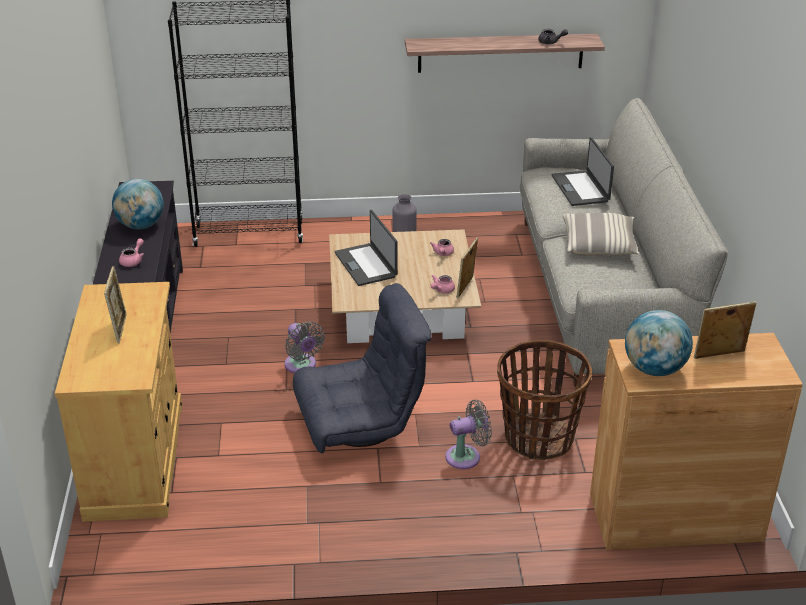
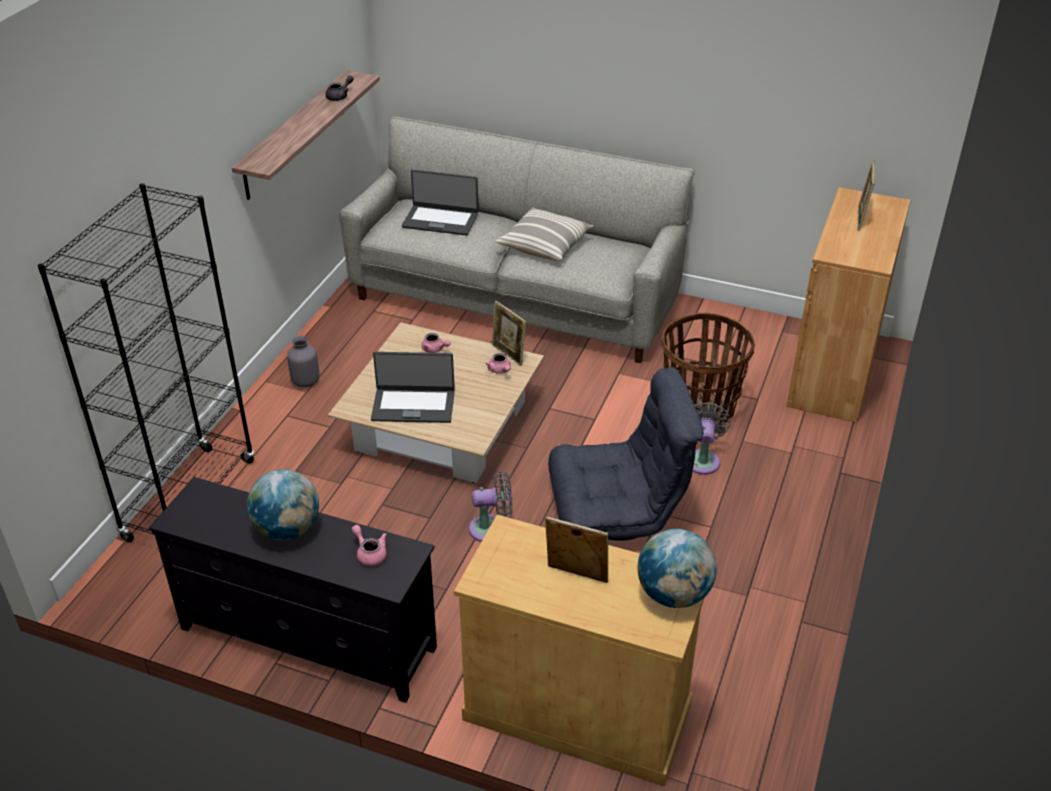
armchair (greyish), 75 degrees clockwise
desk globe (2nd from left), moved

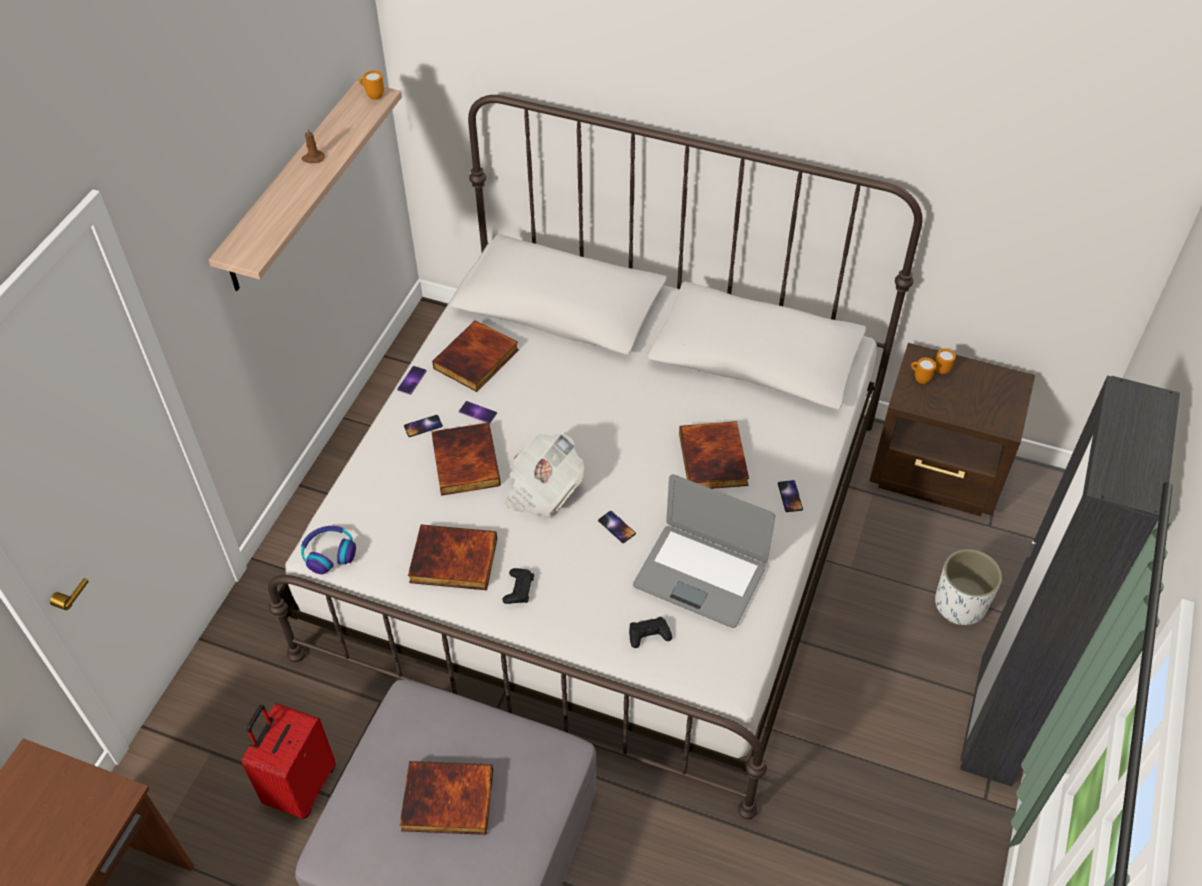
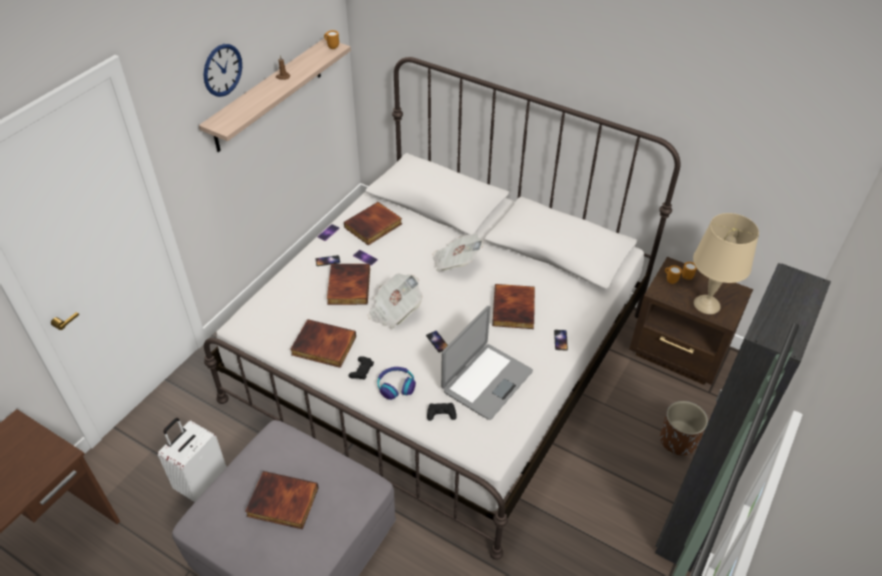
travel case (red) => travel case (white)
pair of headphones, moved
notebook computer, 90 degrees counterclockwise
plant pot (white) => plant pot (brown-coloured)
nothing => wall clock
nothing => newspaper (2nd from left)
nothing => table lamp (beige-coloured)

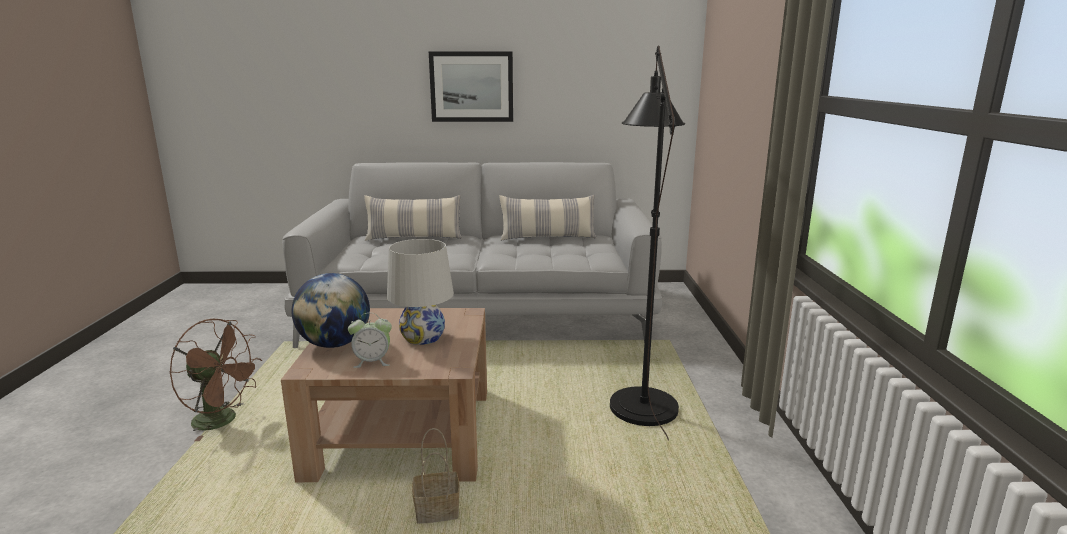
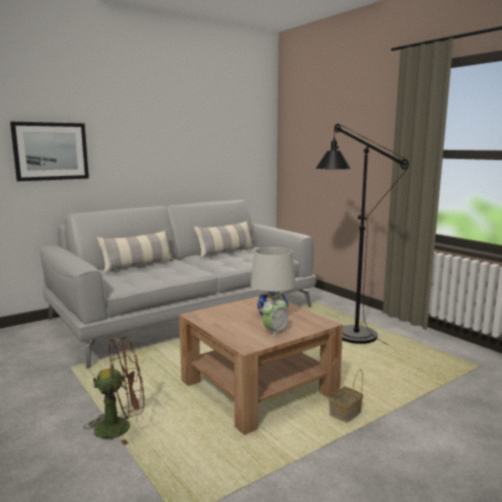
desk globe => nothing
wall art, moved

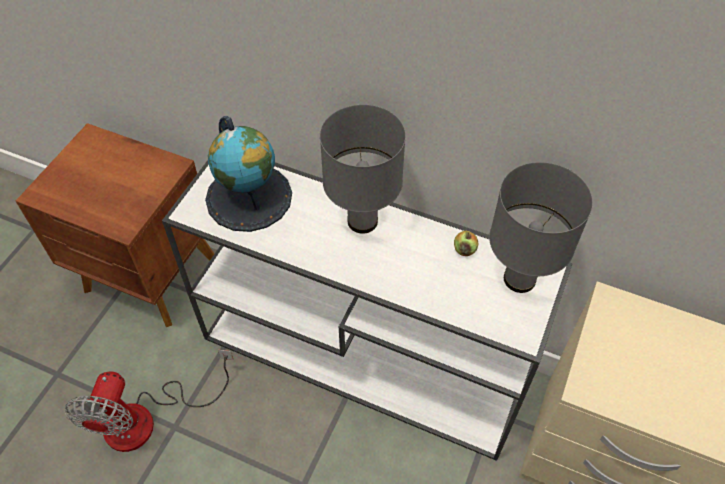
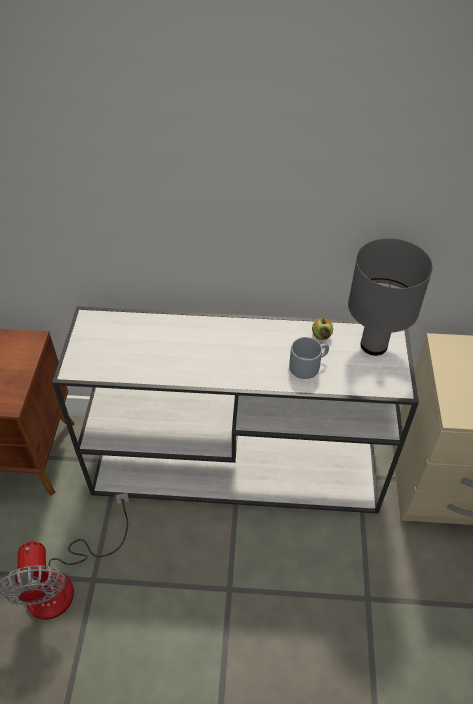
desk globe => nothing
table lamp (greyish) (1st from left) => nothing
nothing => coffee mug (greyish)

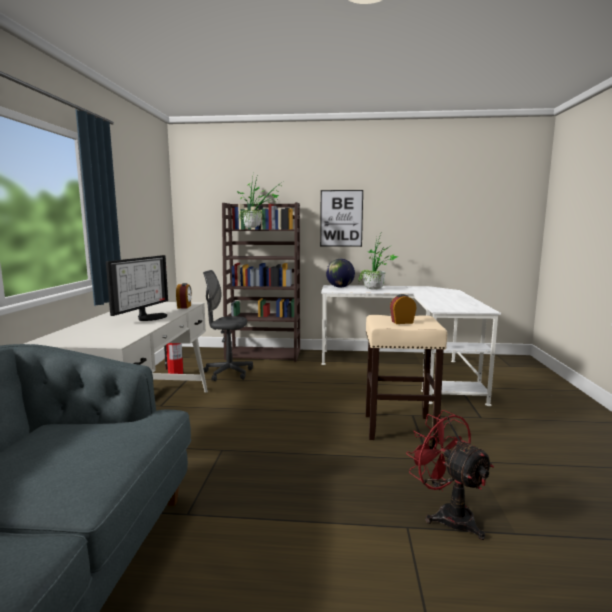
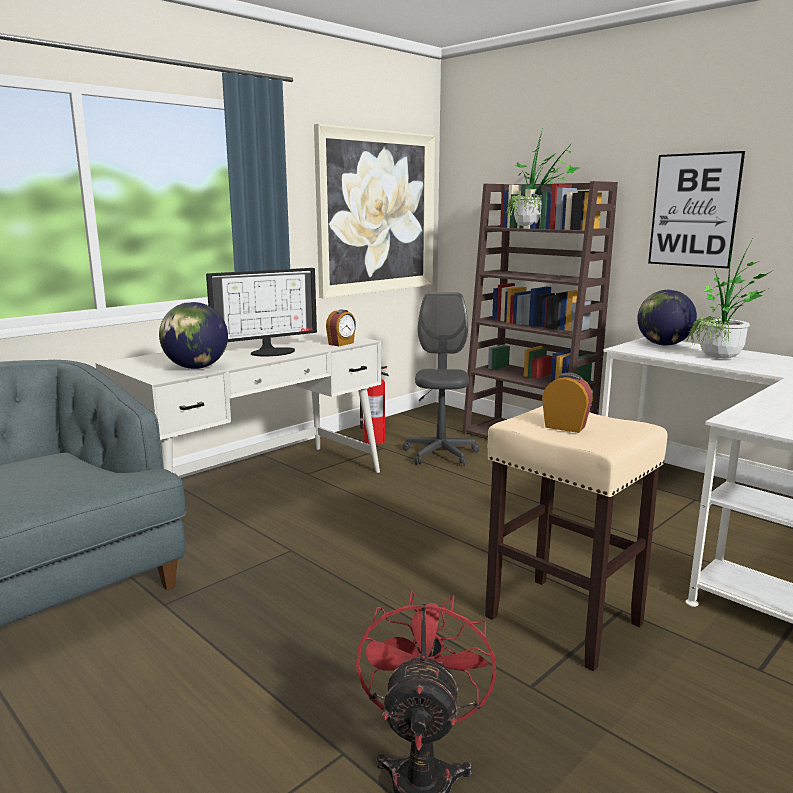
computer chair (greyish), 45 degrees clockwise
nothing => desk globe (1st from left)
nothing => wall art (1st from left)

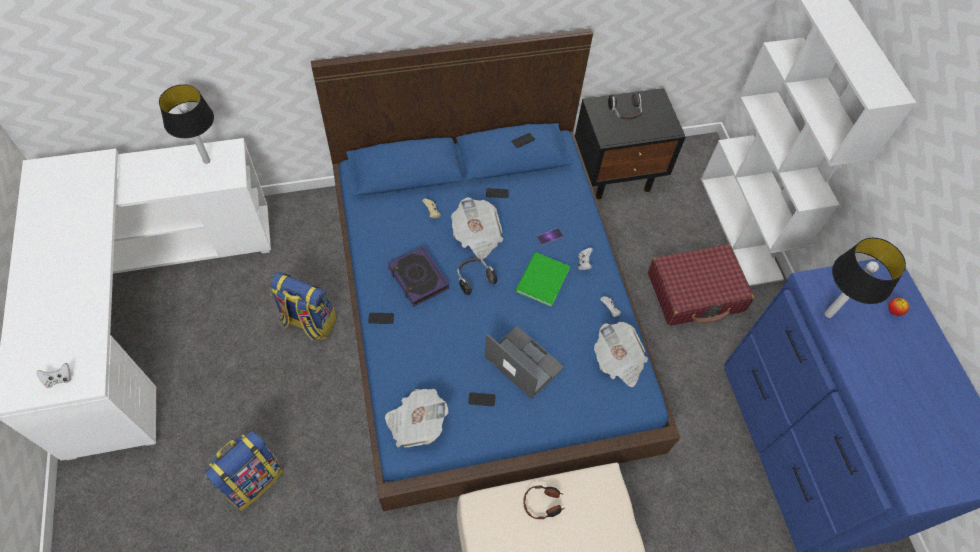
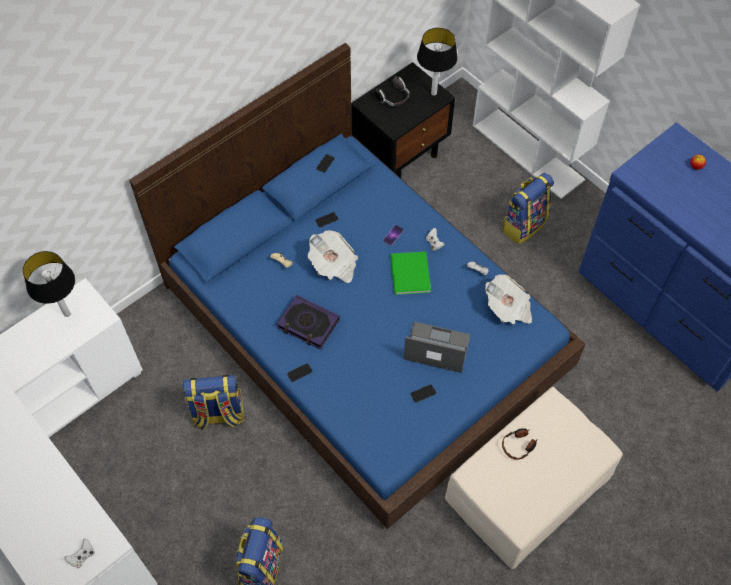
newspaper (1st from left) => nothing
pair of headphones (1st from left) => nothing
travel case (red) => rucksack (3rd from left)
table lamp (2nd from left), moved

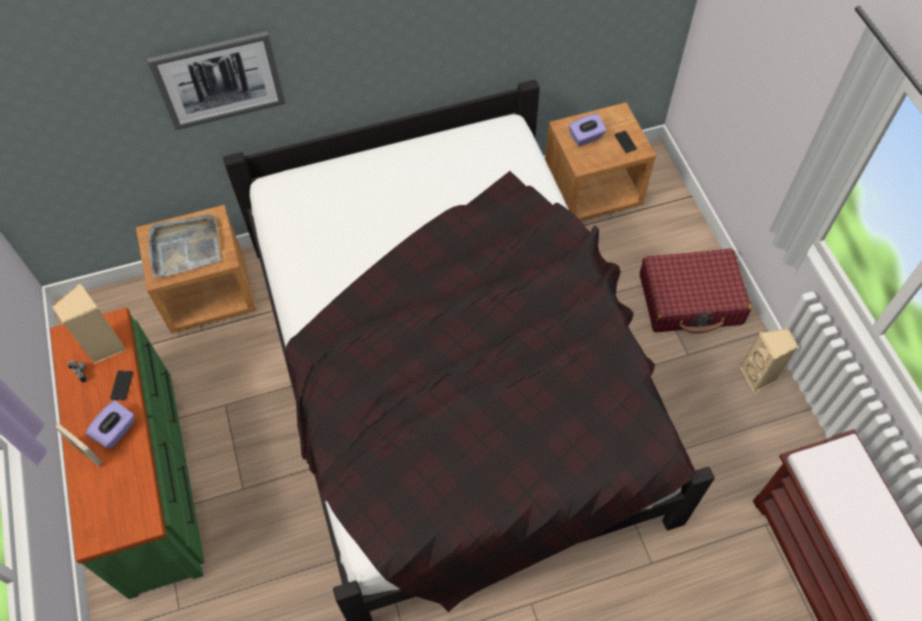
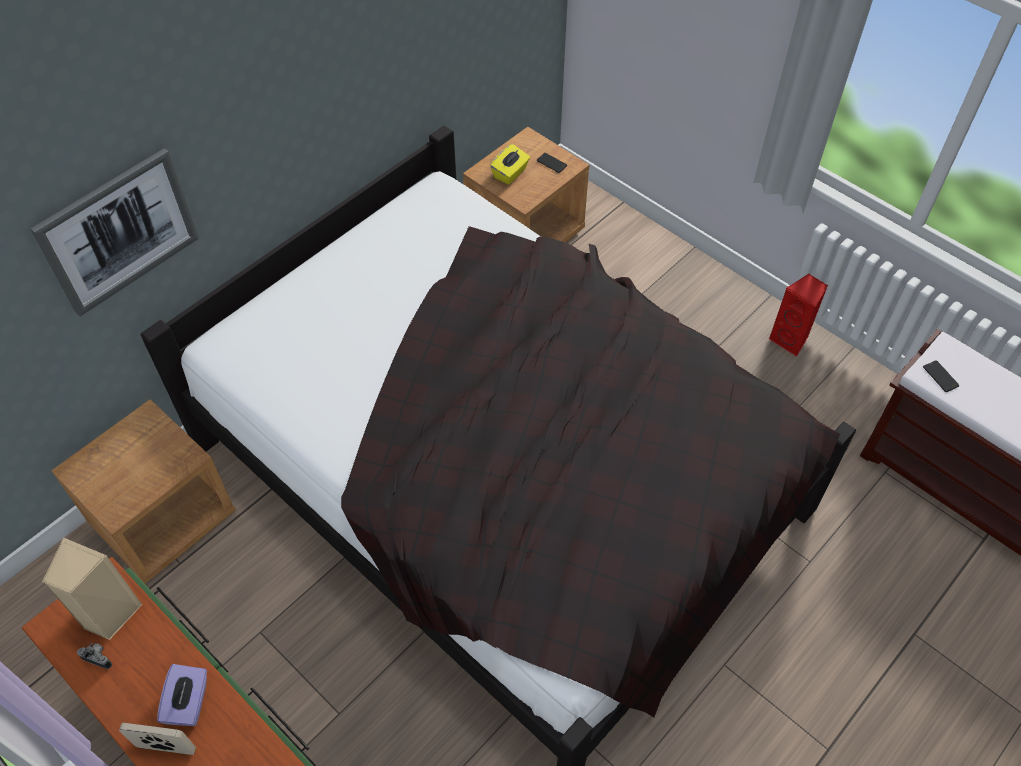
phone (1st from left in the first image) => phone (2nd from left), moved
serving tray (greyish) => nothing
tissue box (purplish) (2nd from left) => tissue box (yellow)
travel case (red) => nothing
loudspeaker (beige-coloured) (2nd from left) => loudspeaker (red)

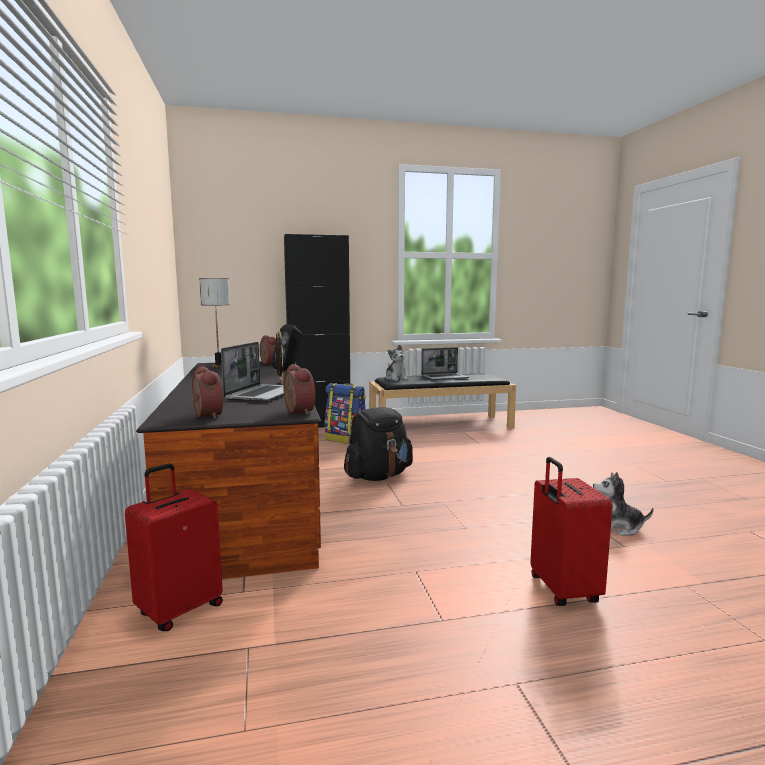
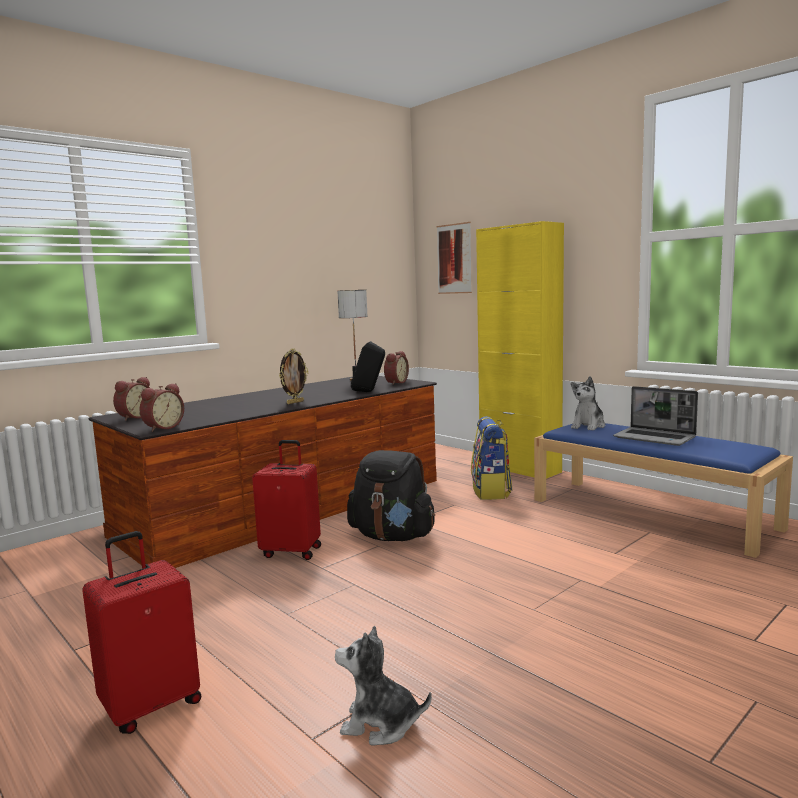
travel case (red) (1st from left in the first image) => travel case (red) (2nd from left), moved
notebook computer (1st from left) => nothing
cabinet (blackish) => cabinet (yellow)
long seat (blackish) => long seat (bluish)
cuddly toy (2nd from left in the first image) => cuddly toy (1st from left), 60 degrees counterclockwise
nothing => wall art

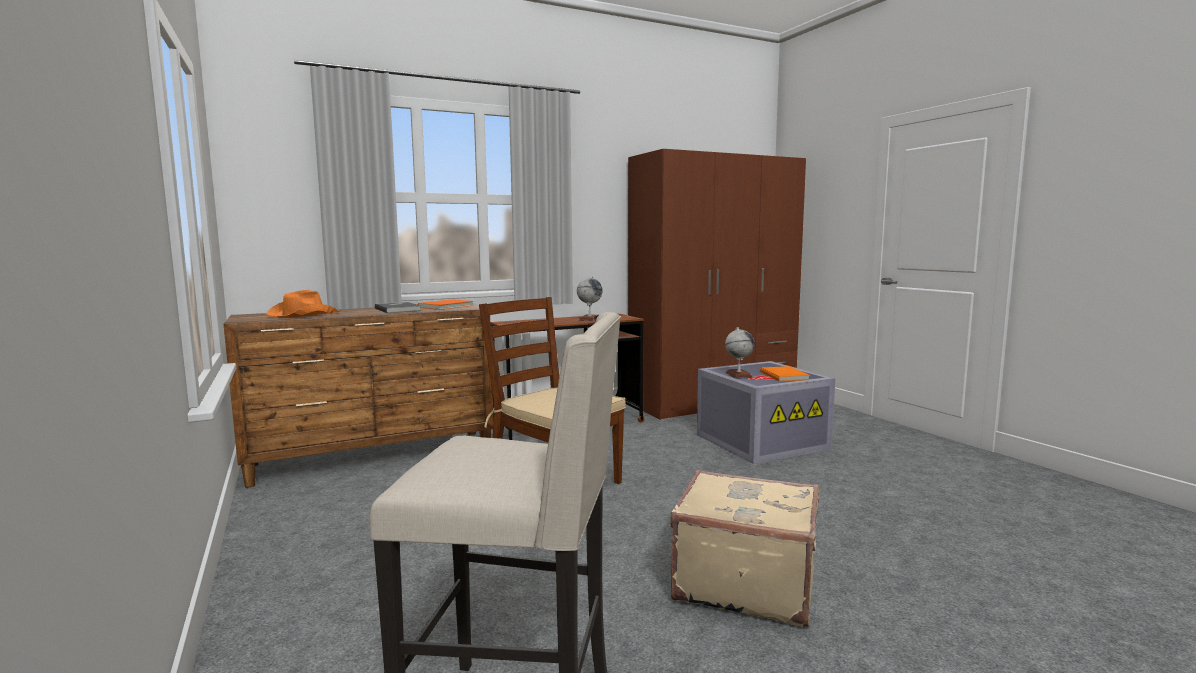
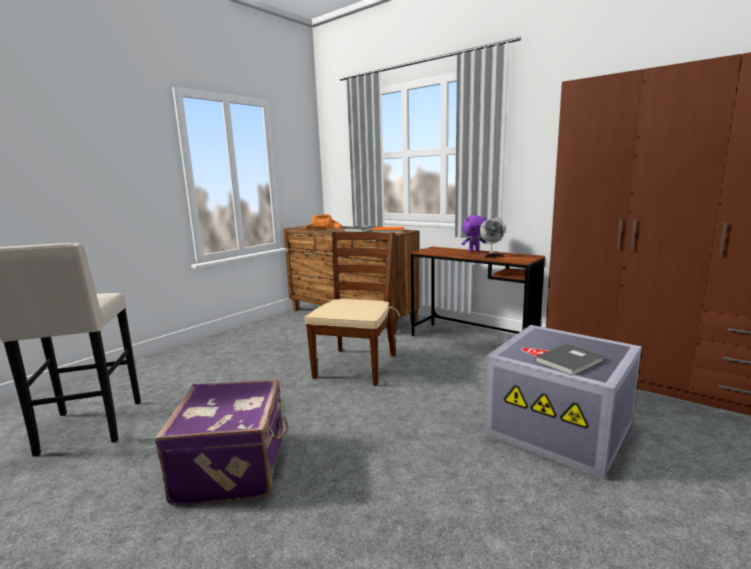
travel case (beige-coloured) => travel case (purplish)
desk globe (2nd from left) => nothing
bound book (orange) (2nd from left) => bound book (greyish) (2nd from left)
nothing => cuddly toy (purplish)

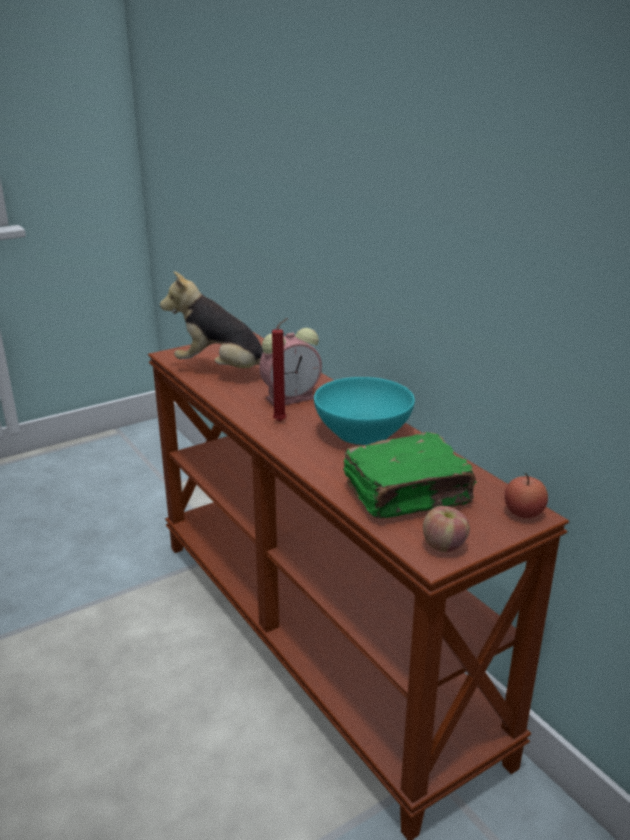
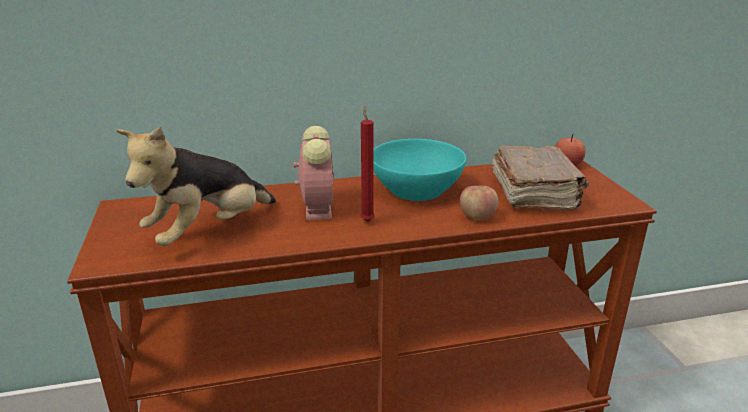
bound book (greenish) => bound book (brown-coloured)
whole apple (1st from left), moved

